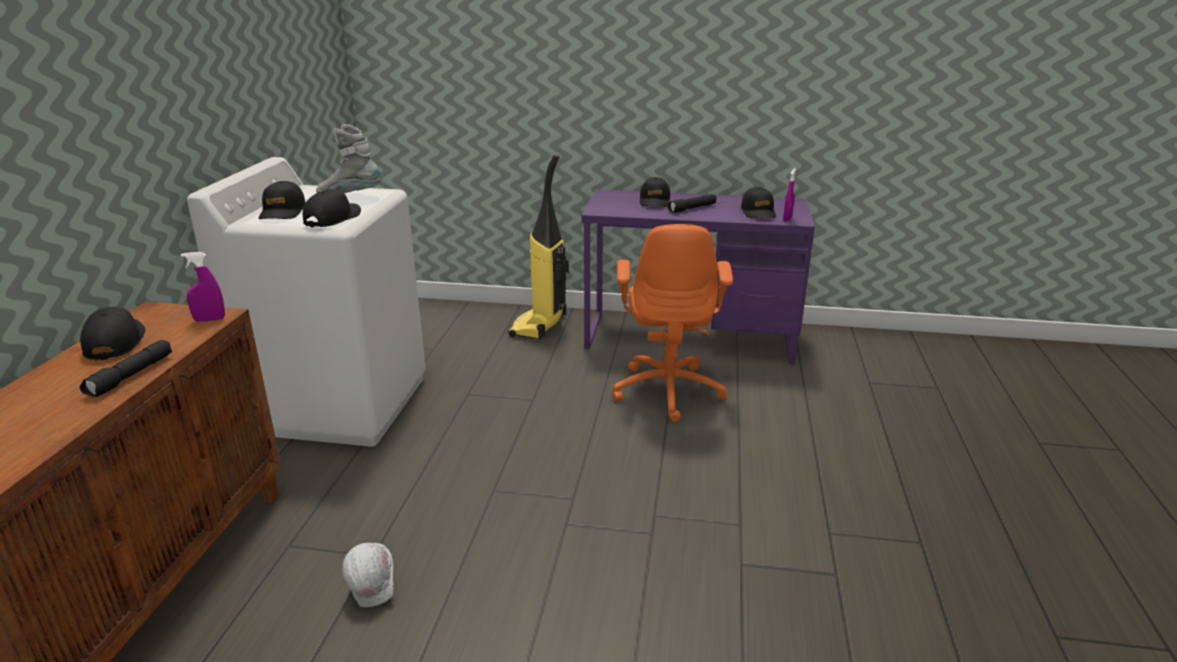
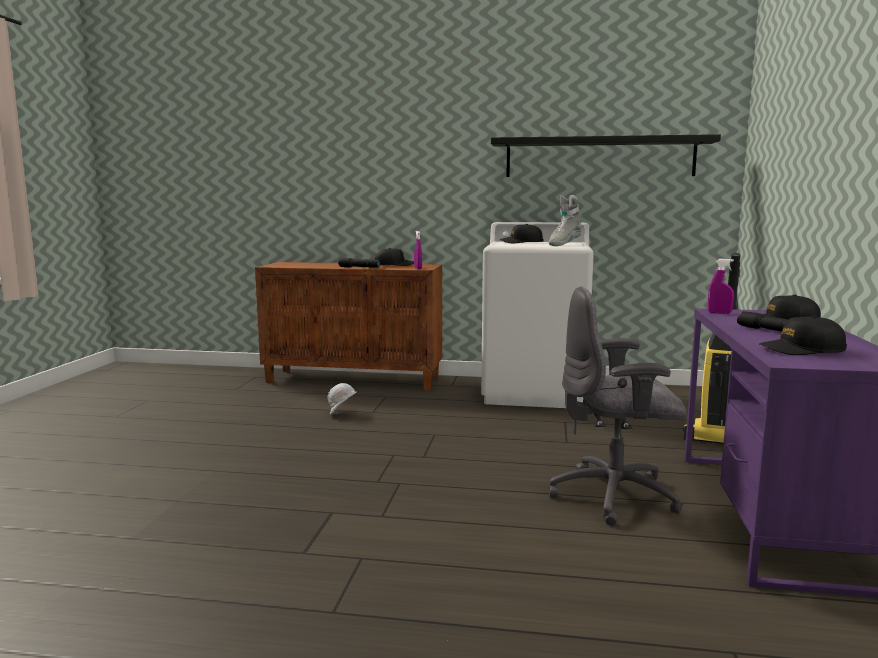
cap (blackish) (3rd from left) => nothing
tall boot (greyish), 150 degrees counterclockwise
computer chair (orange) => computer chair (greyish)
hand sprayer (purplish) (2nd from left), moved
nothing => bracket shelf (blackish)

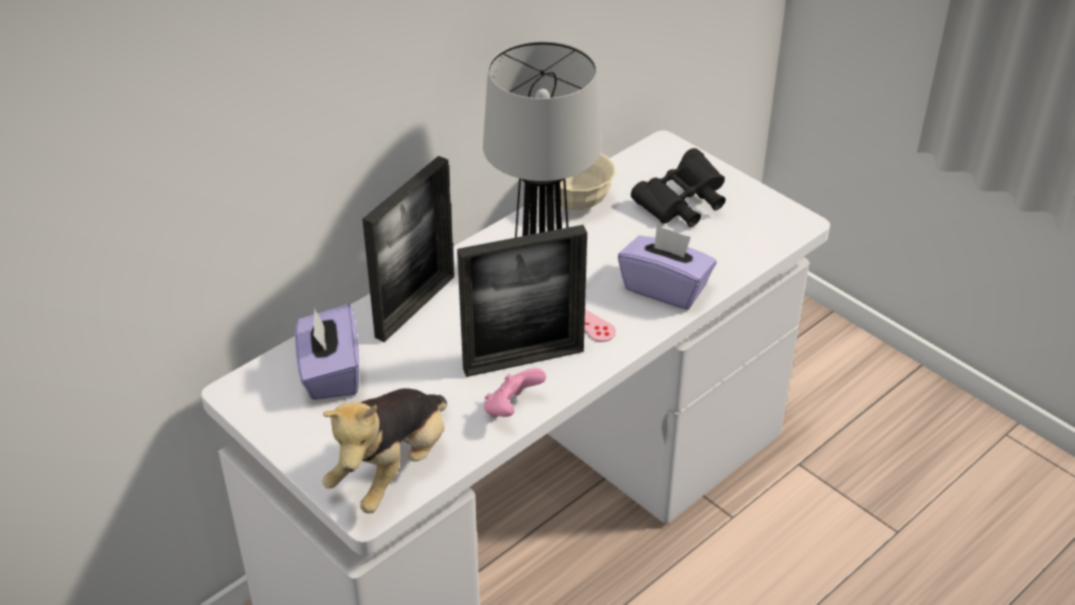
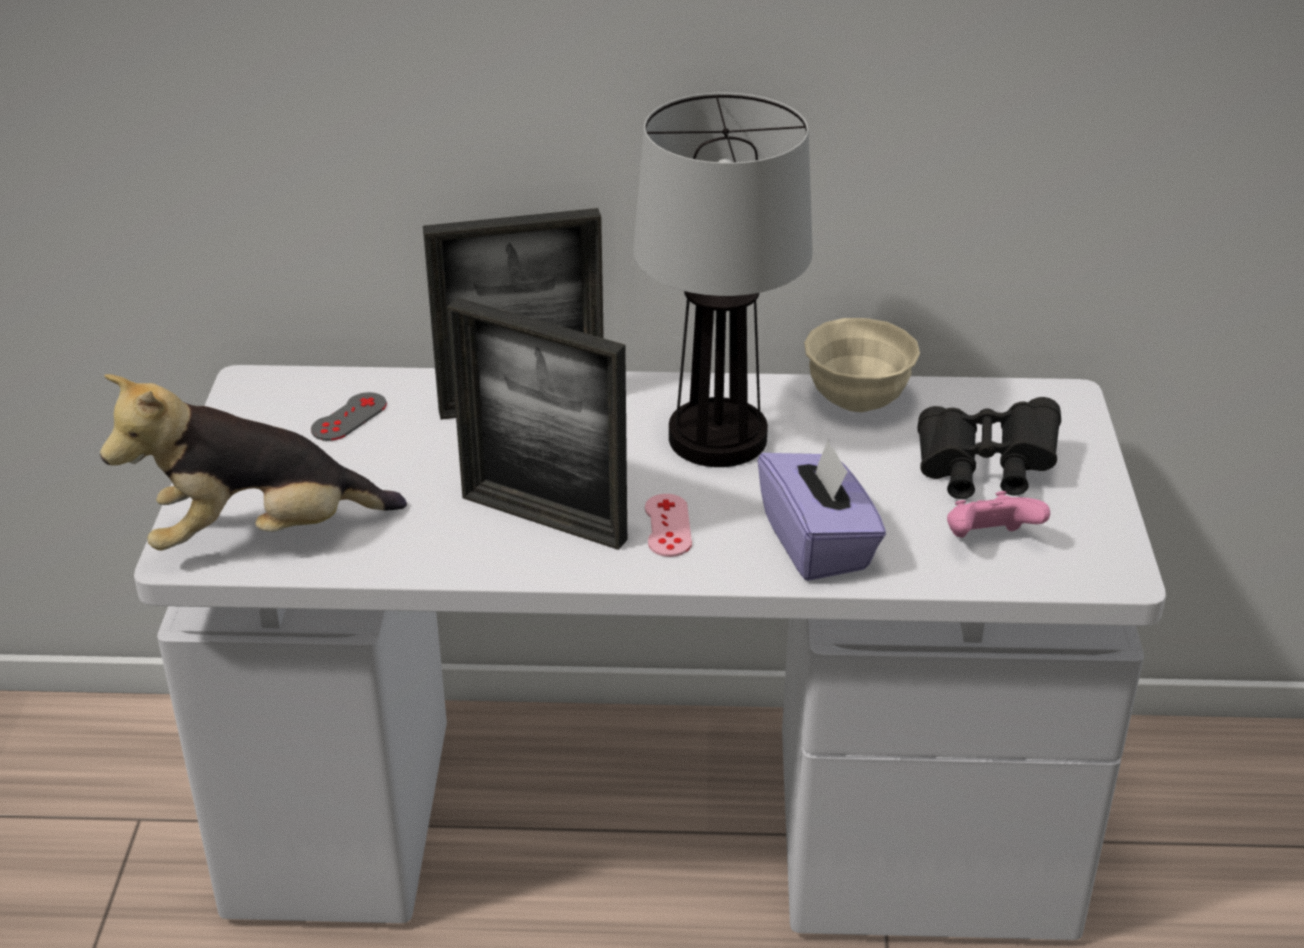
tissue box (purplish) (1st from left) => gamepad (greyish)
gamepad (pink-coloured) (1st from left in the first image) => gamepad (pink-coloured) (2nd from left), moved

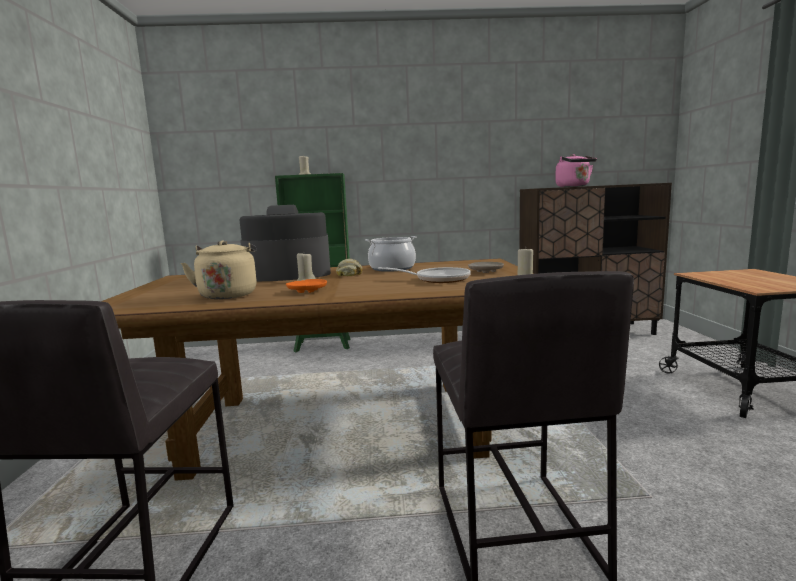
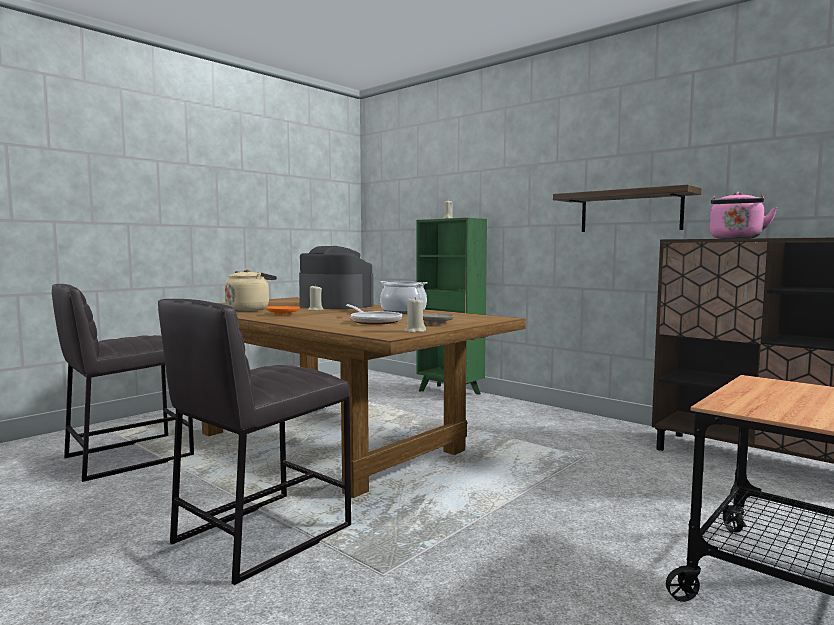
baked bread => nothing
nothing => bracket shelf

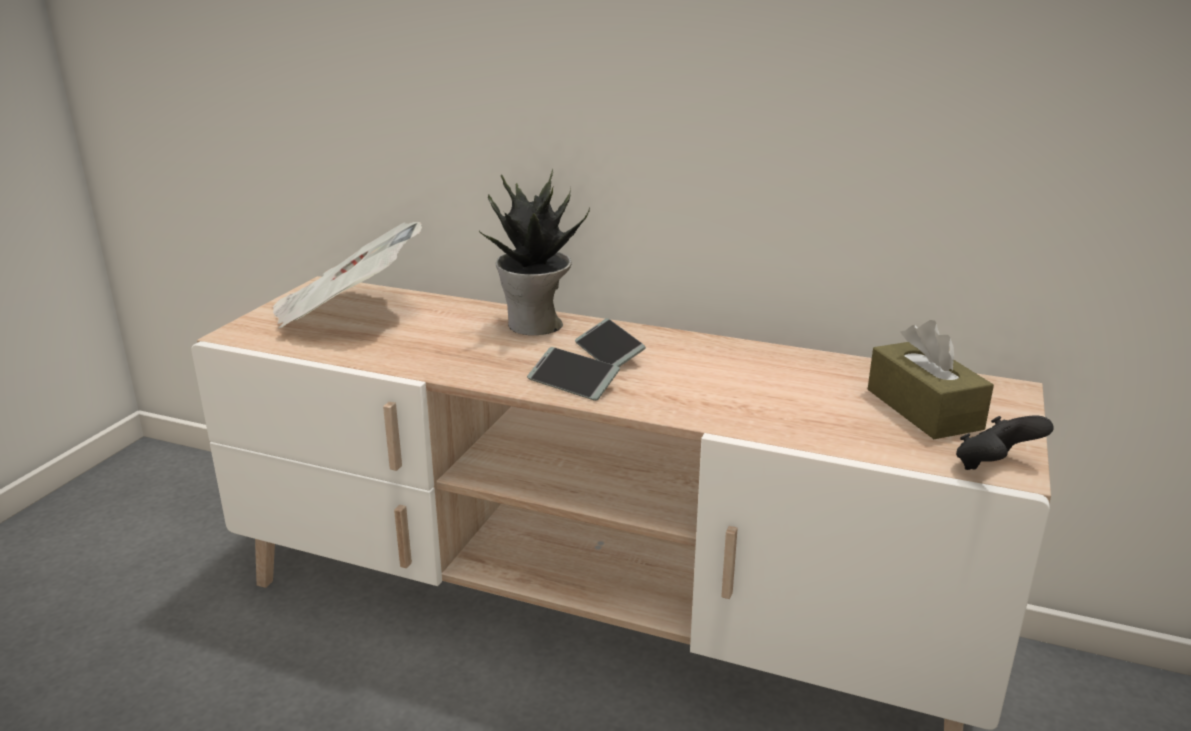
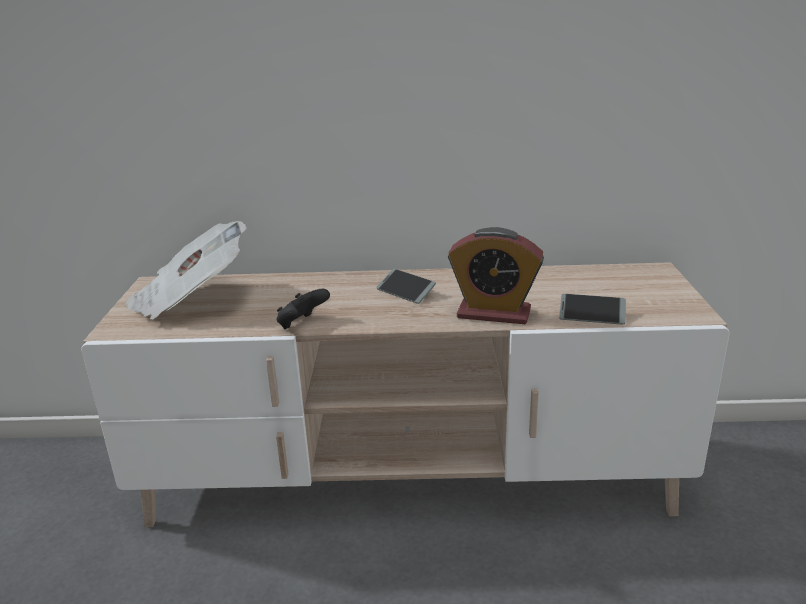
houseplant => nothing
phone (1st from left in the first image) => phone (2nd from left), moved
tissue box (brown-coloured) => nothing
gamepad (blackish), moved
nothing => bedside clock

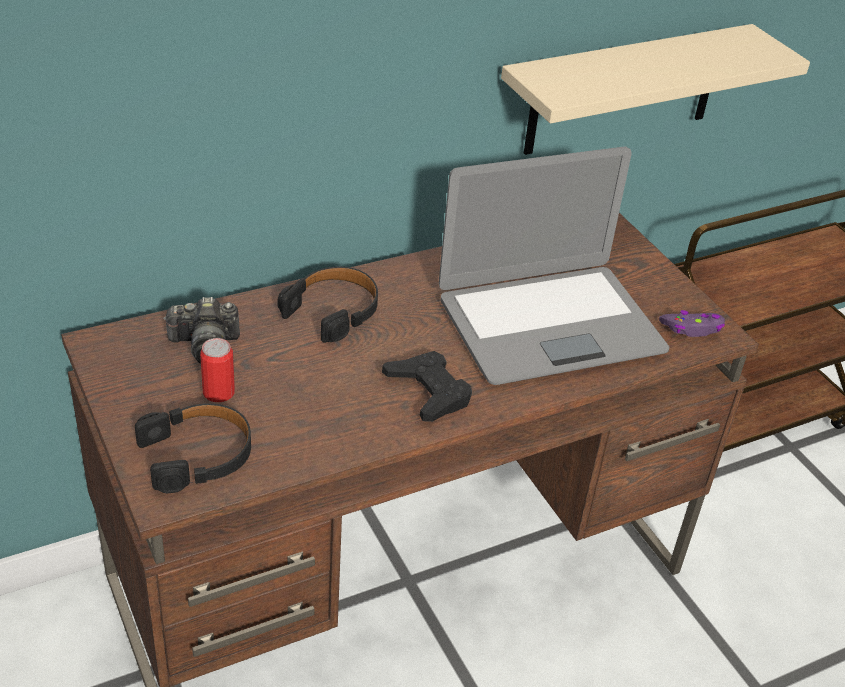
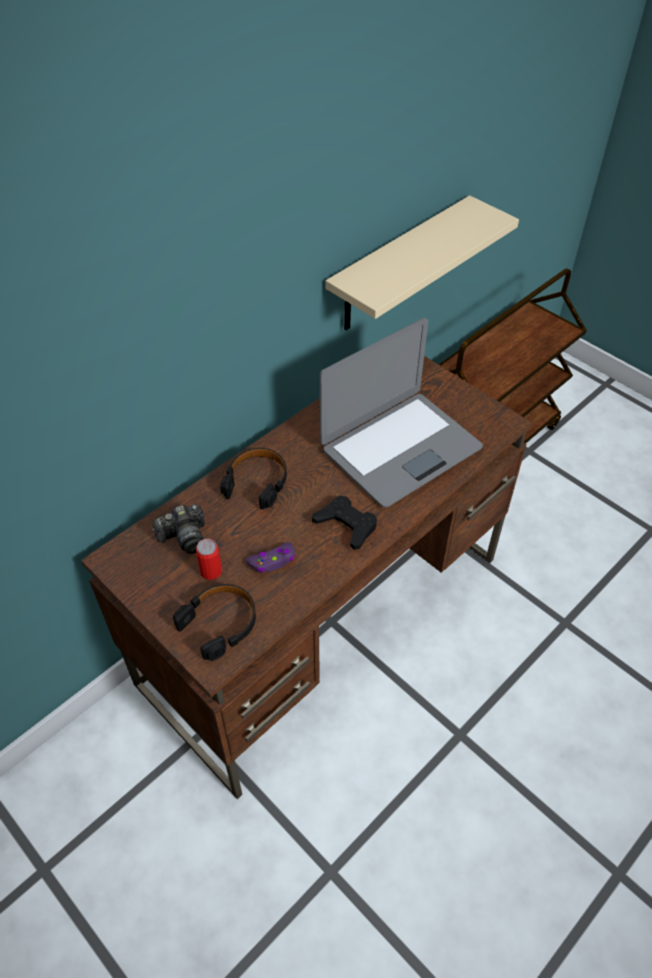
gamepad (purplish), moved

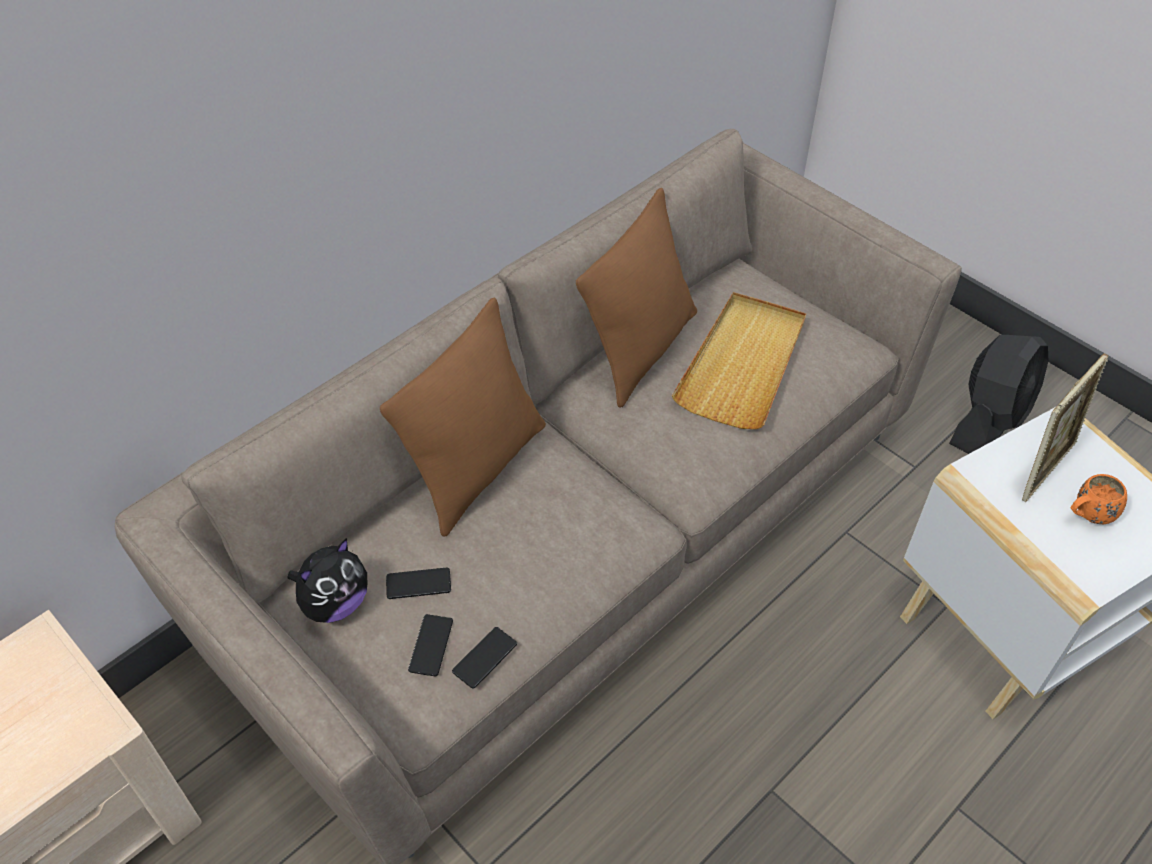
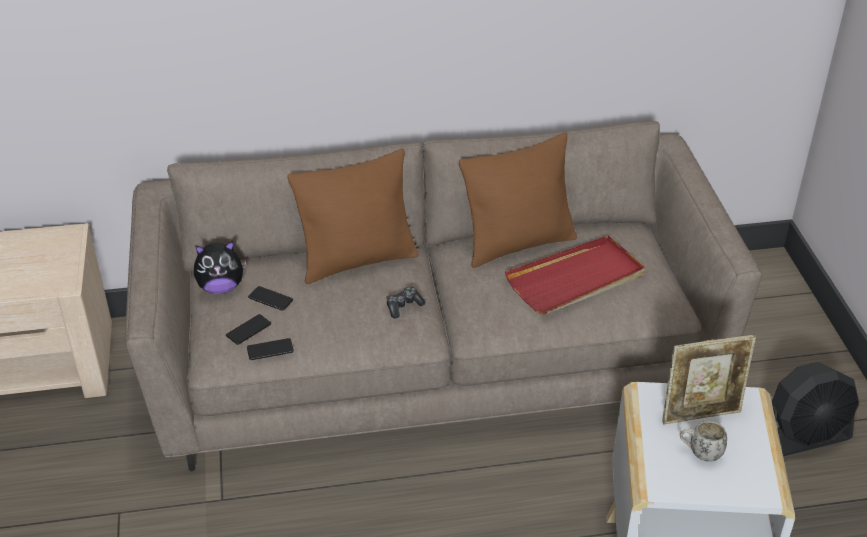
serving tray (beige-coloured) => serving tray (red)
coffee mug (orange) => coffee mug (white)
nothing => gamepad

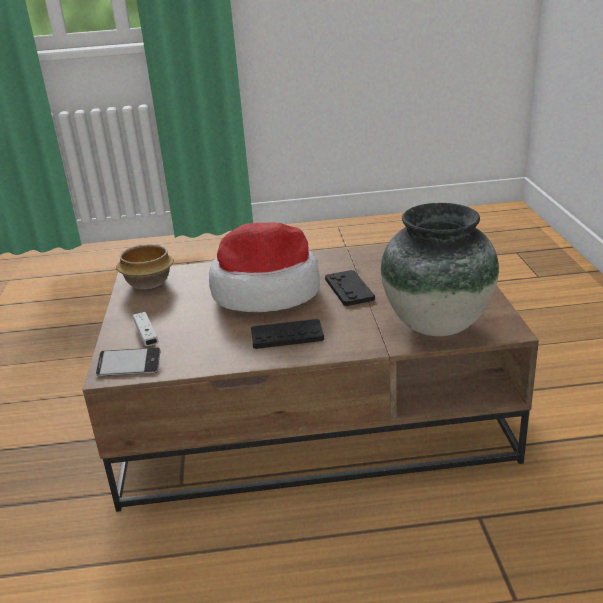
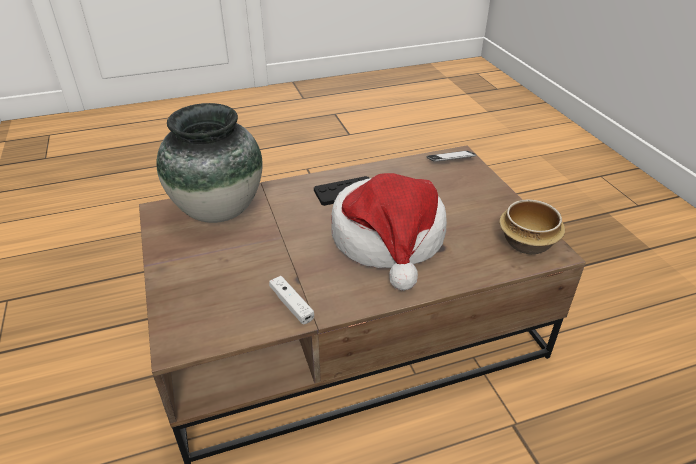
gamepad (white), moved
gamepad (blackish) (2nd from left) => nothing

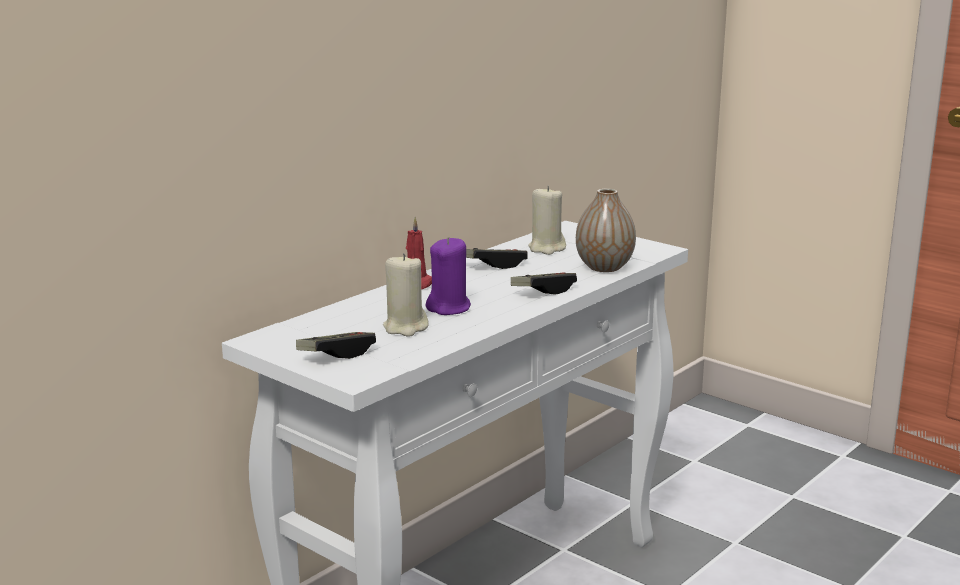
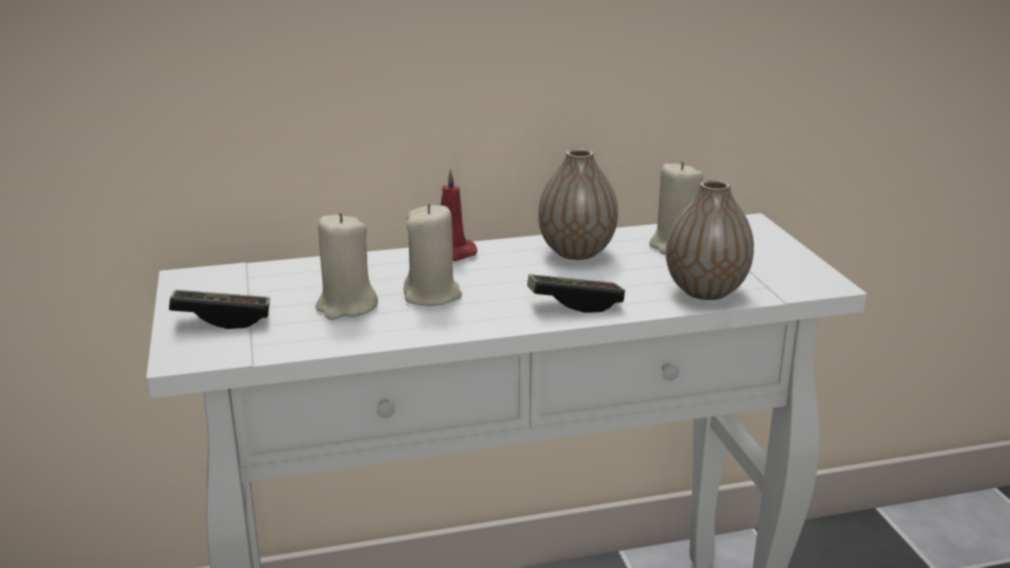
candle (purplish) => candle (beige-coloured) (2nd from left)
gamepad (2nd from left) => decorative vase (1st from left)

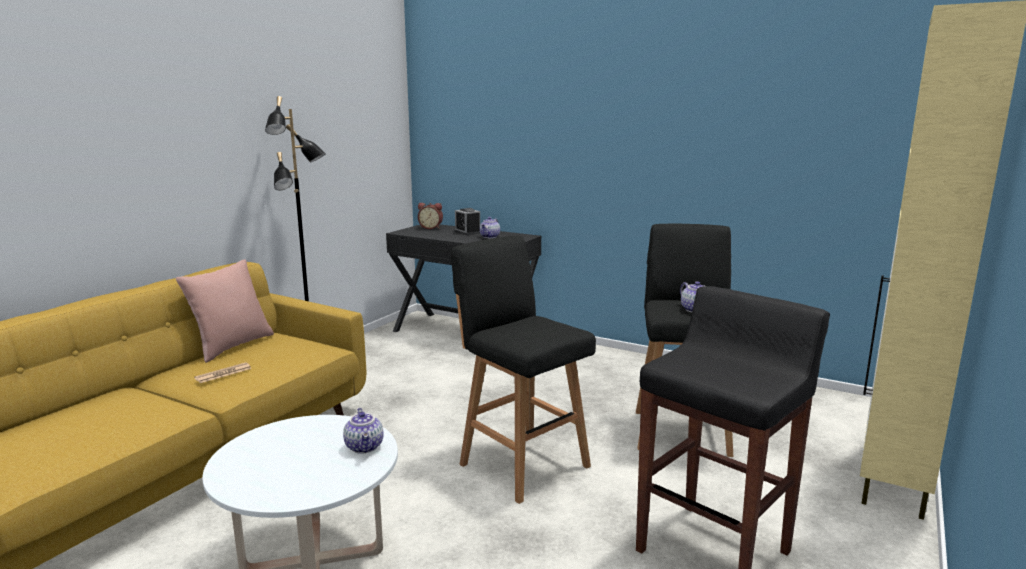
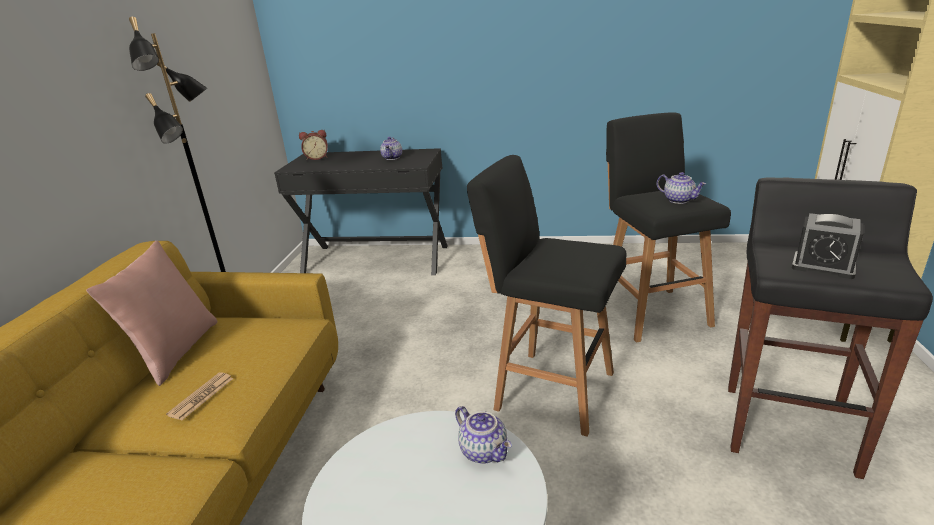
bedside clock (2nd from left), moved

